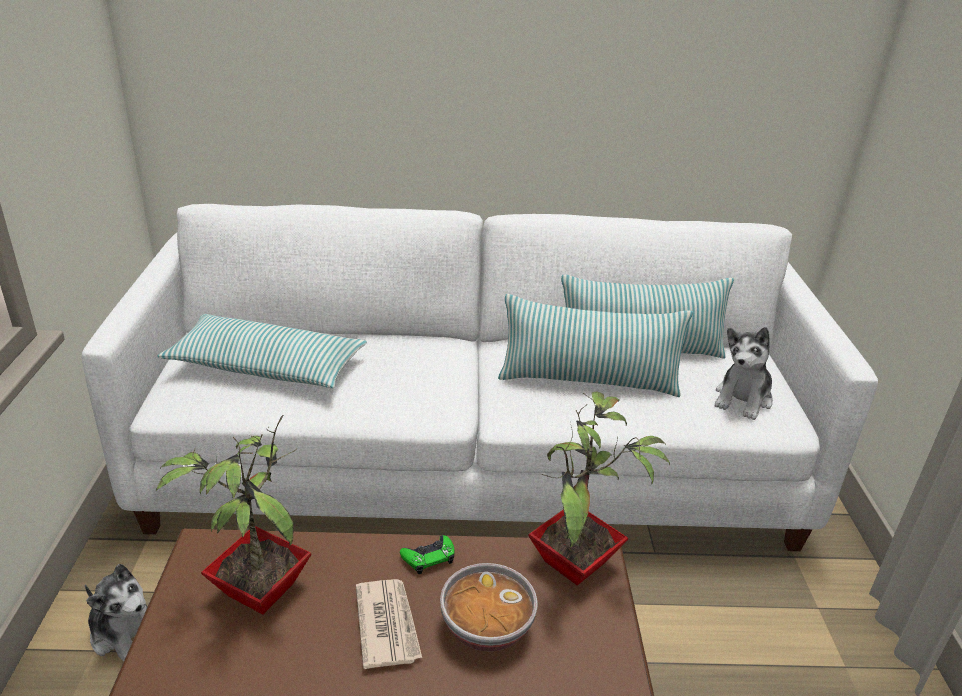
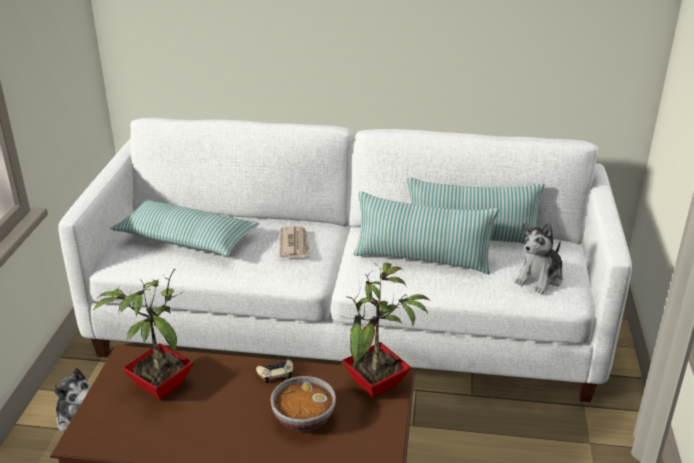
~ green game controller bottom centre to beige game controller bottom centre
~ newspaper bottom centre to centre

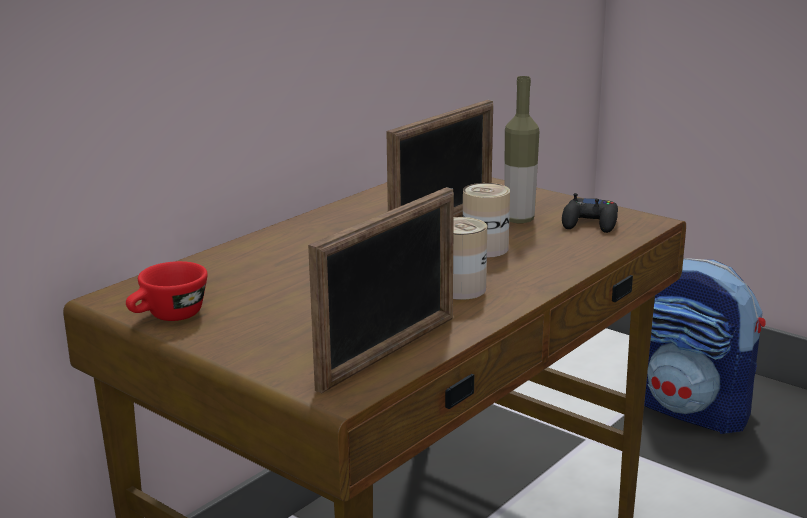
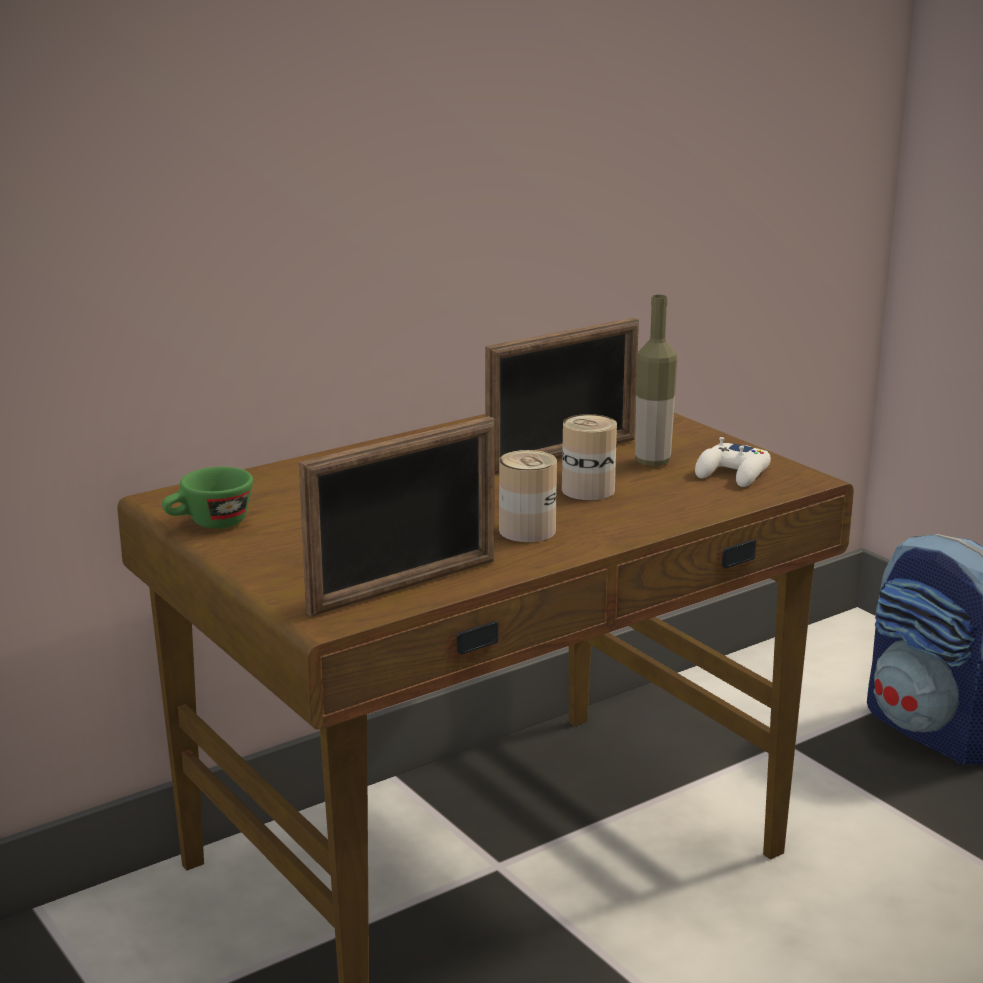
~ black game controller middle right to white game controller middle right
~ red cup middle left to green cup middle left

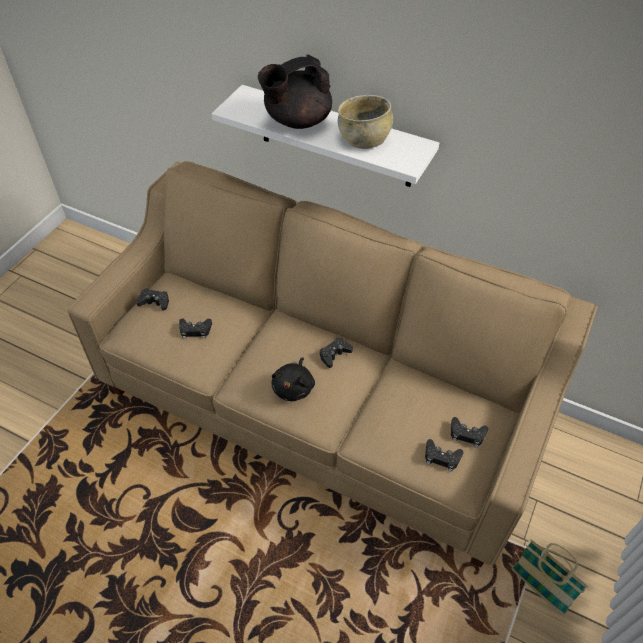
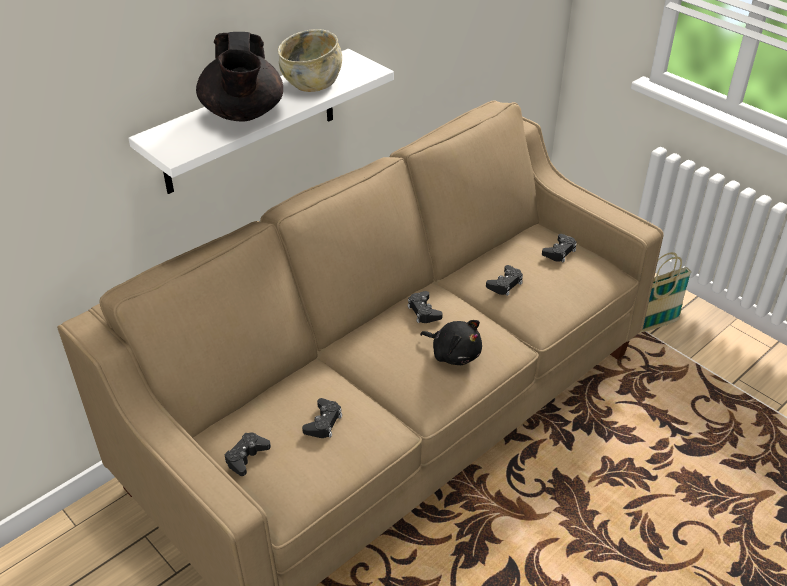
~ black game controller (4th from left) bottom right to centre

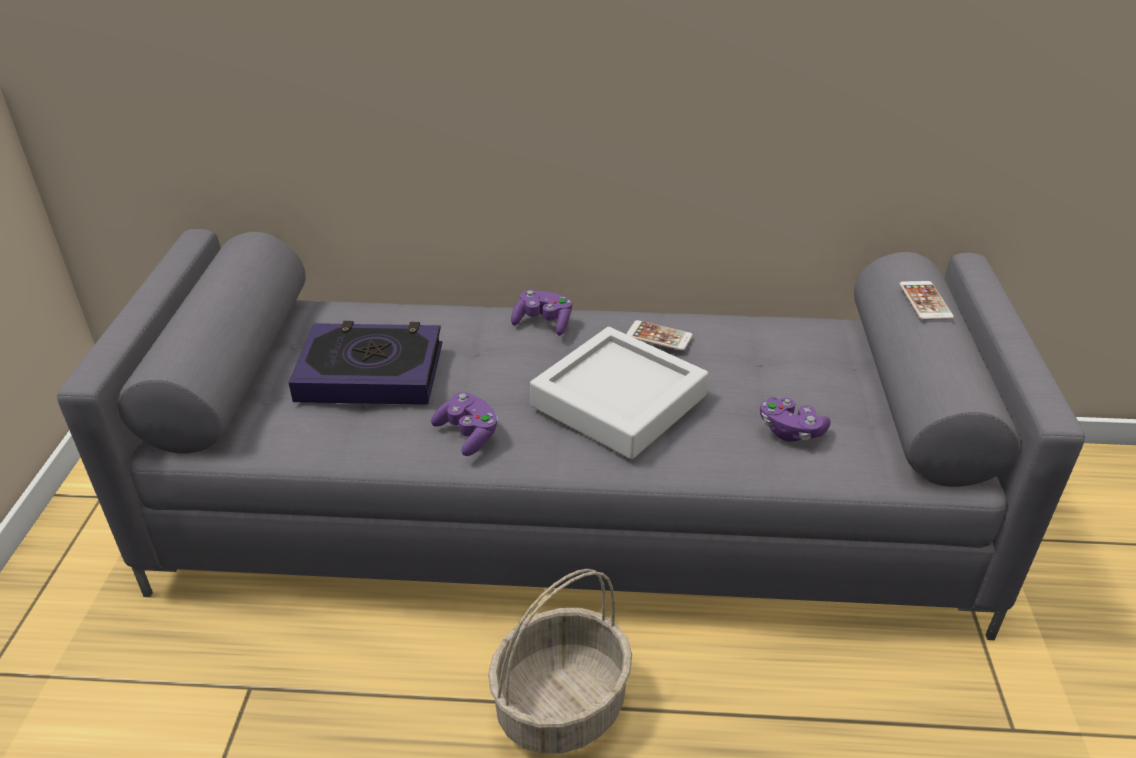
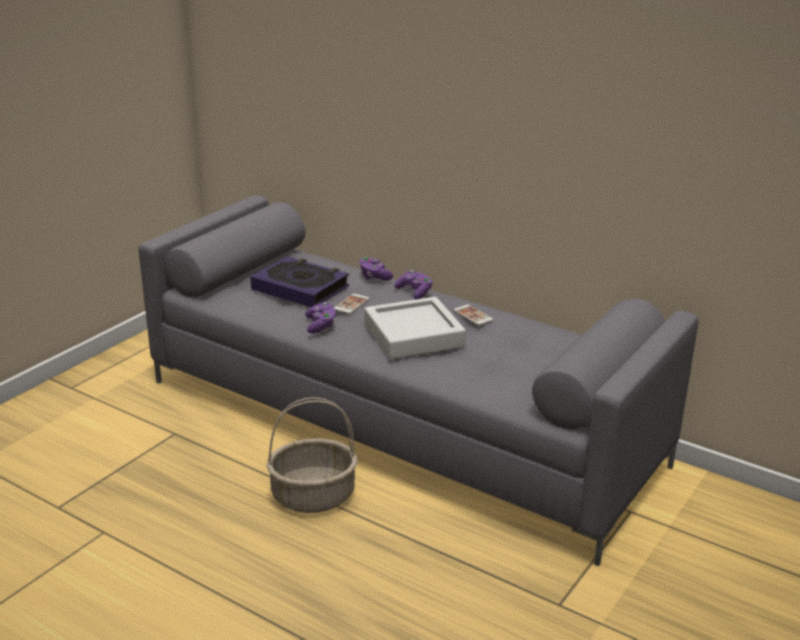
~ phone (2nd from left in the first image) middle right to phone (1st from left) centre
~ purple game controller (3rd from left in the first image) middle right to purple game controller (2nd from left) centre

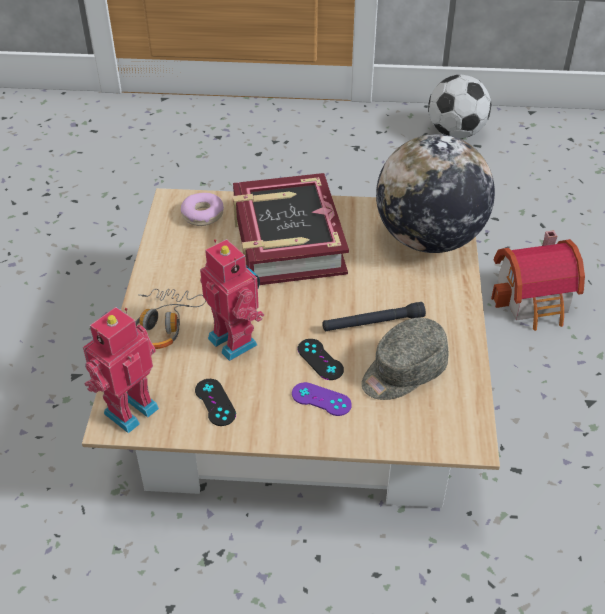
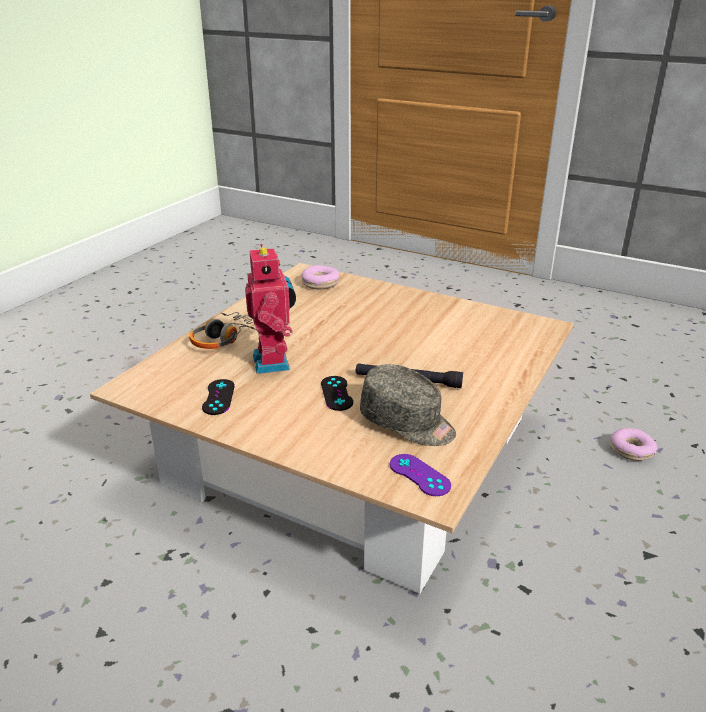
- football top right
- globe top right
- book centre
~ toy house middle right to donut (2nd from left) middle right
- toy robot (1st from left) middle left
~ grey cap middle right = centre 135 degrees counterclockwise
~ purple game controller centre to bottom centre

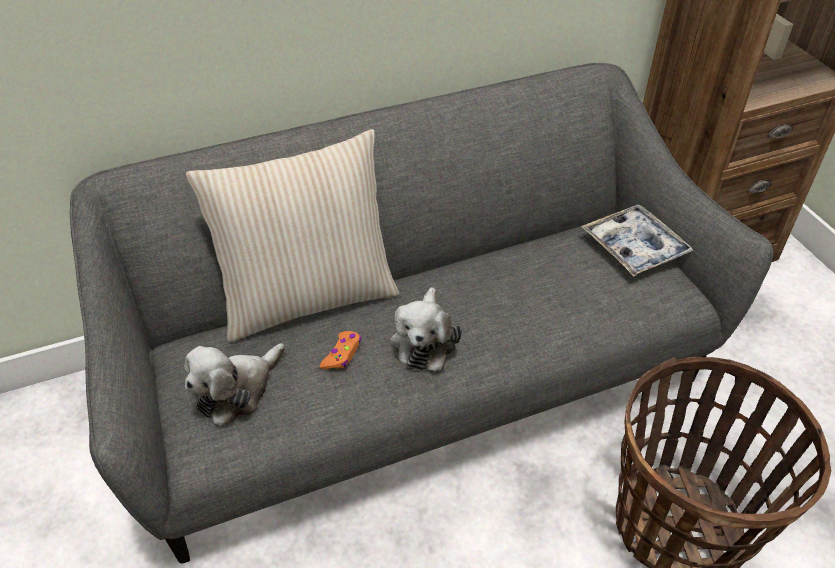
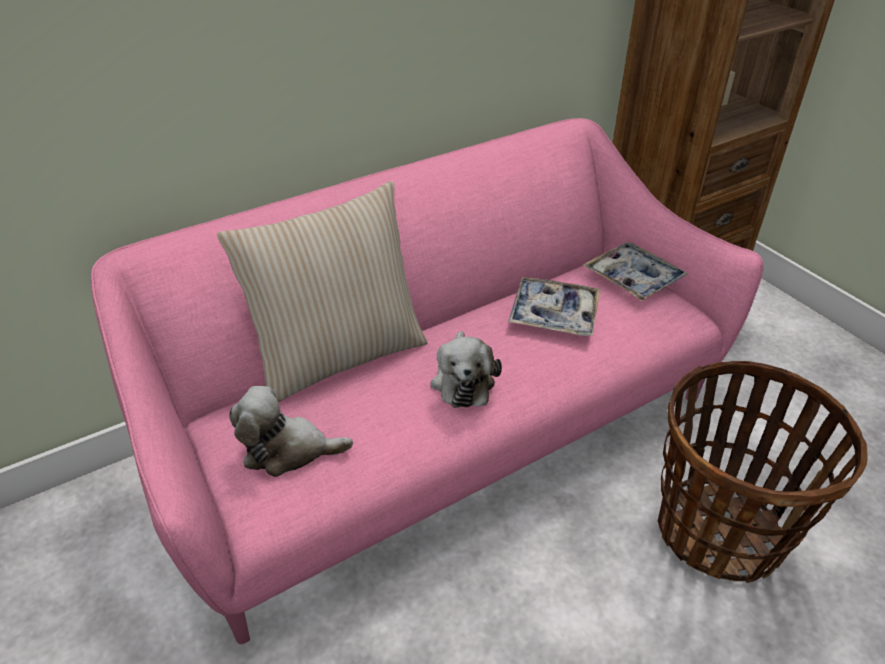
~ grey sofa centre to pink sofa centre
- orange game controller centre
~ plush toy (1st from left) bottom left = middle left 60 degrees clockwise
+ tray (1st from left) centre

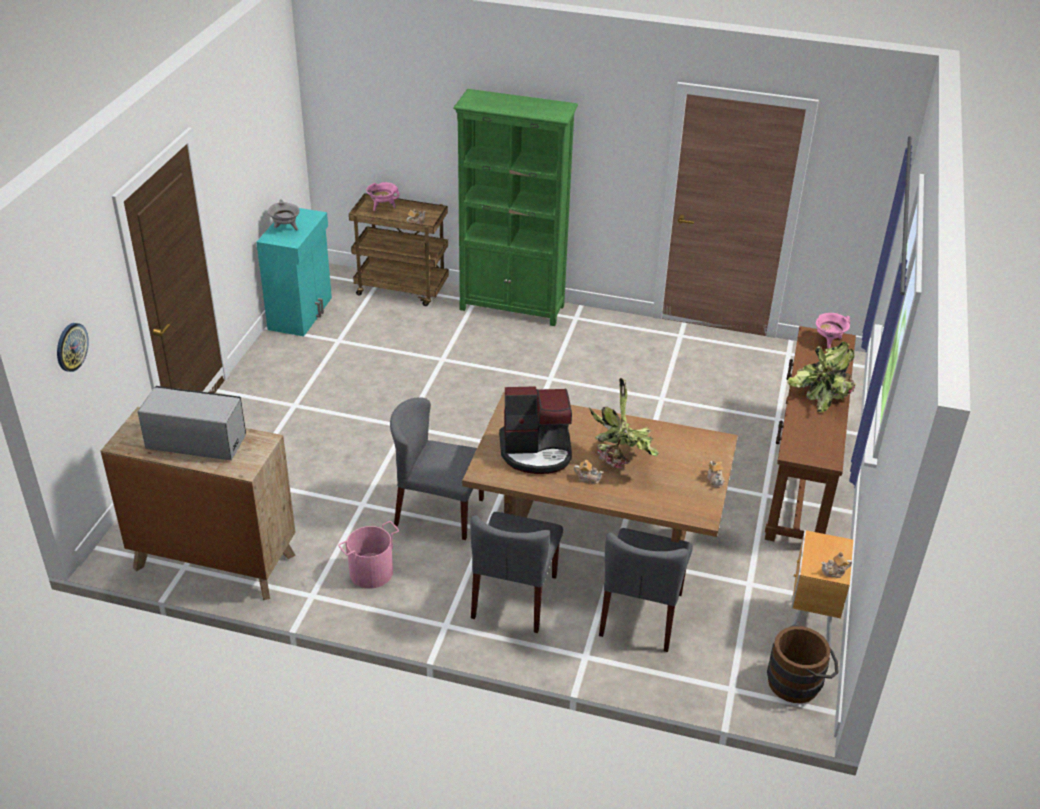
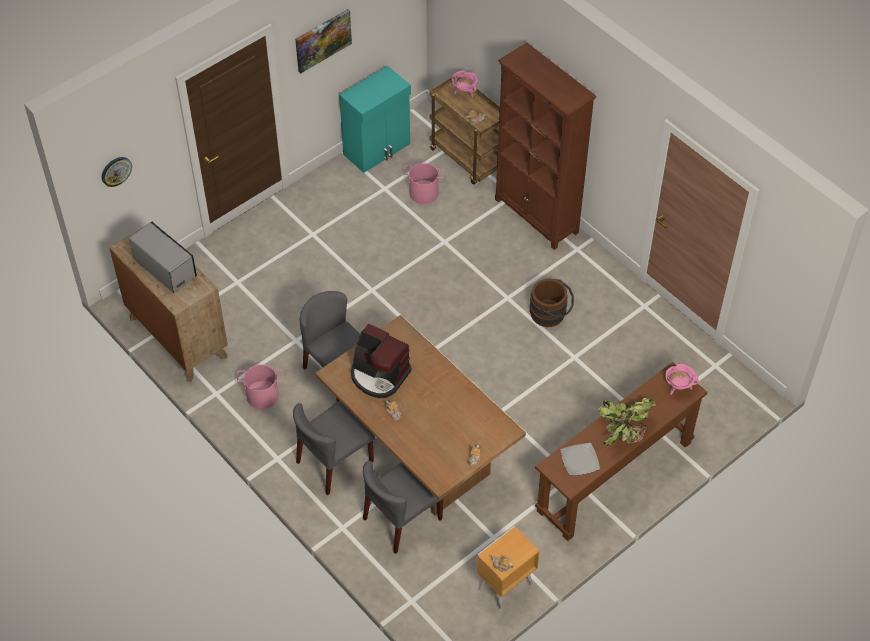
~ green bookcase top centre to brown bookcase top centre
- grey cooking pot top left
- potted plant (1st from left) centre
~ brown bucket bottom right to centre
+ picture top centre
+ pink bucket (2nd from left) top centre
+ plate bottom right

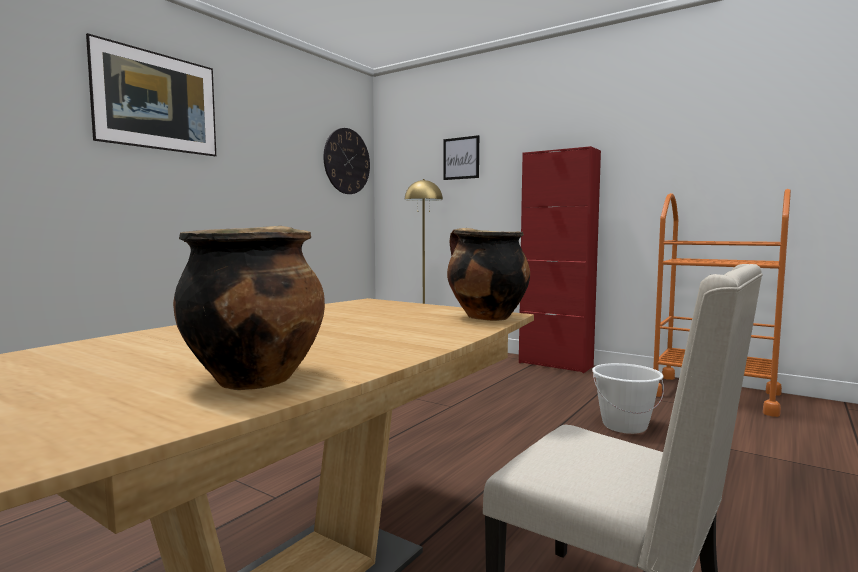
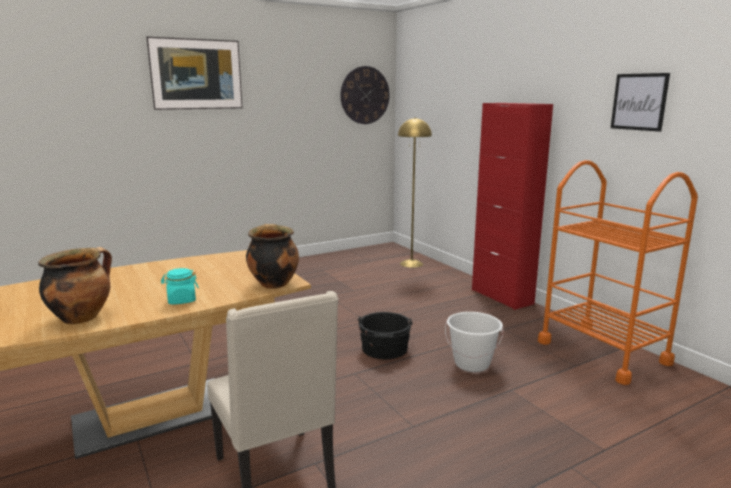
~ picture (2nd from left) top centre to top right
+ turquoise jar middle left
+ black bucket bottom centre

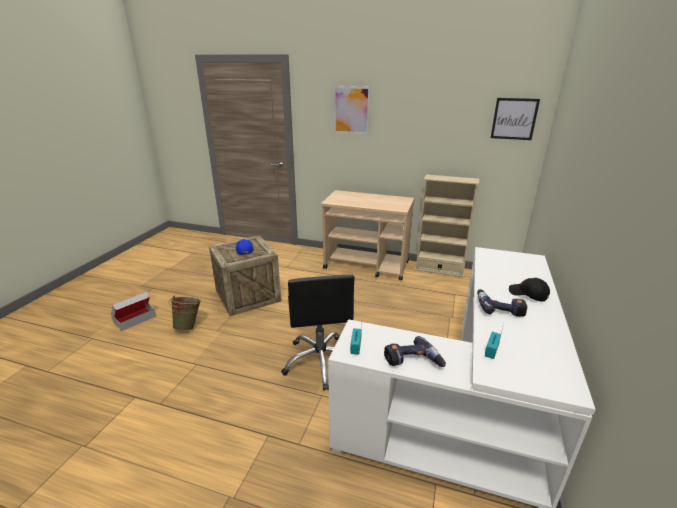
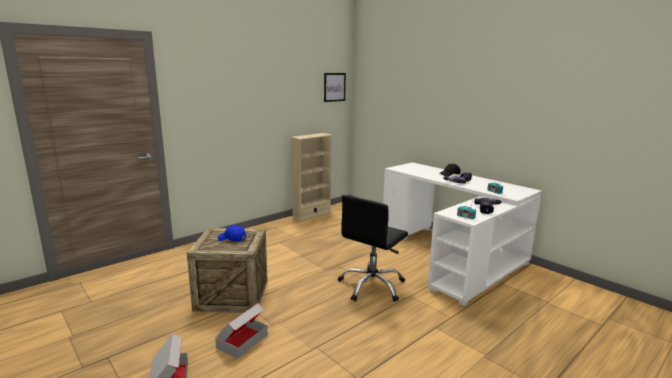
- picture (1st from left) top centre
- beige cart centre
~ black office chair centre = centre 105 degrees clockwise
~ green bucket middle left to cardboard box (2nd from left) bottom centre

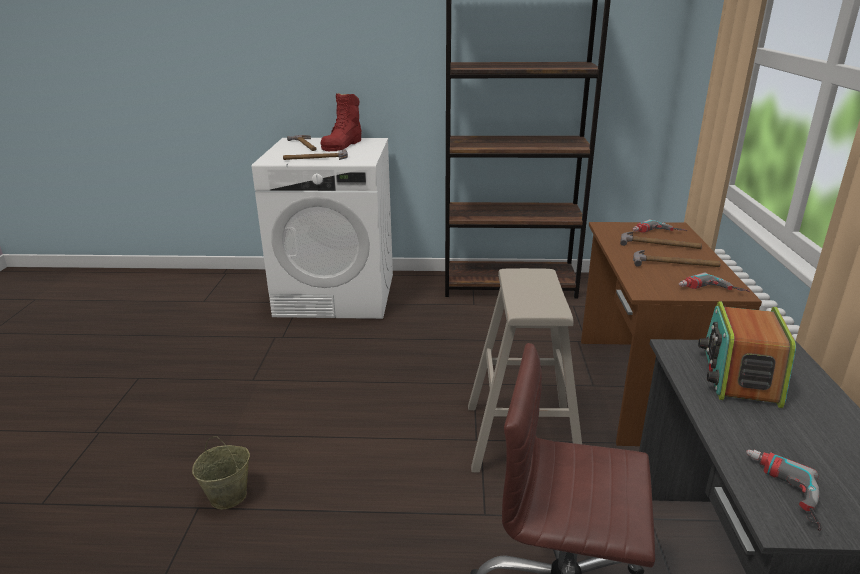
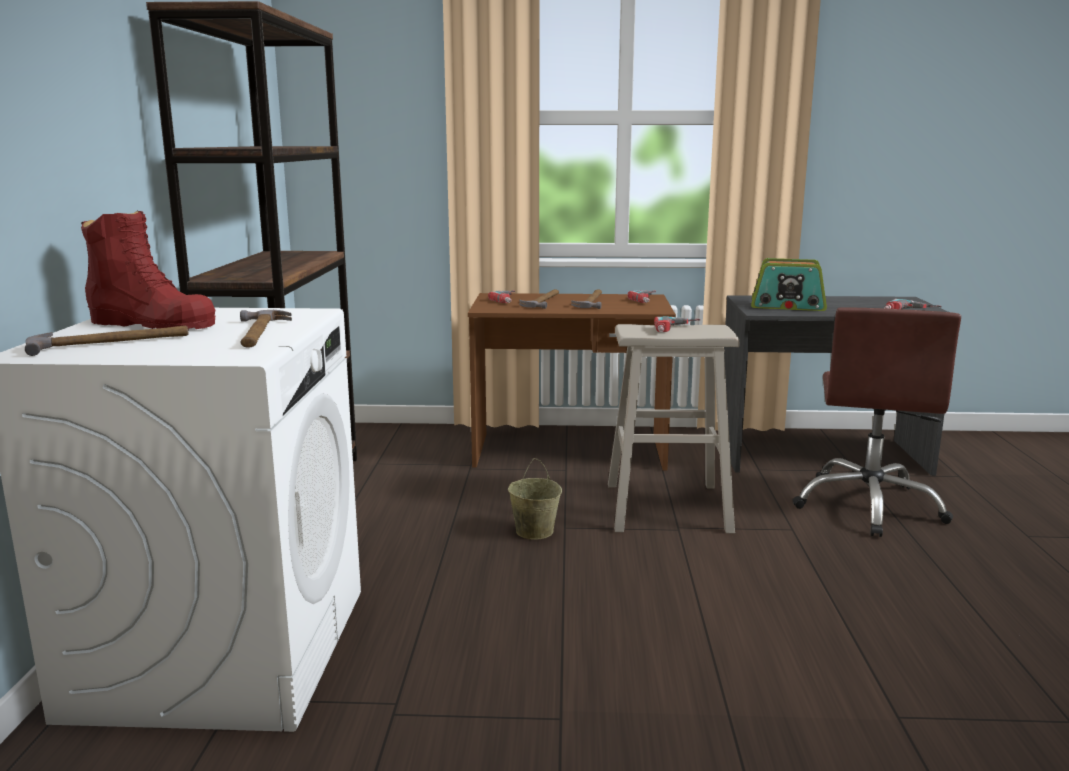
~ beige bucket bottom left to centre
+ power drill (3rd from left) centre

